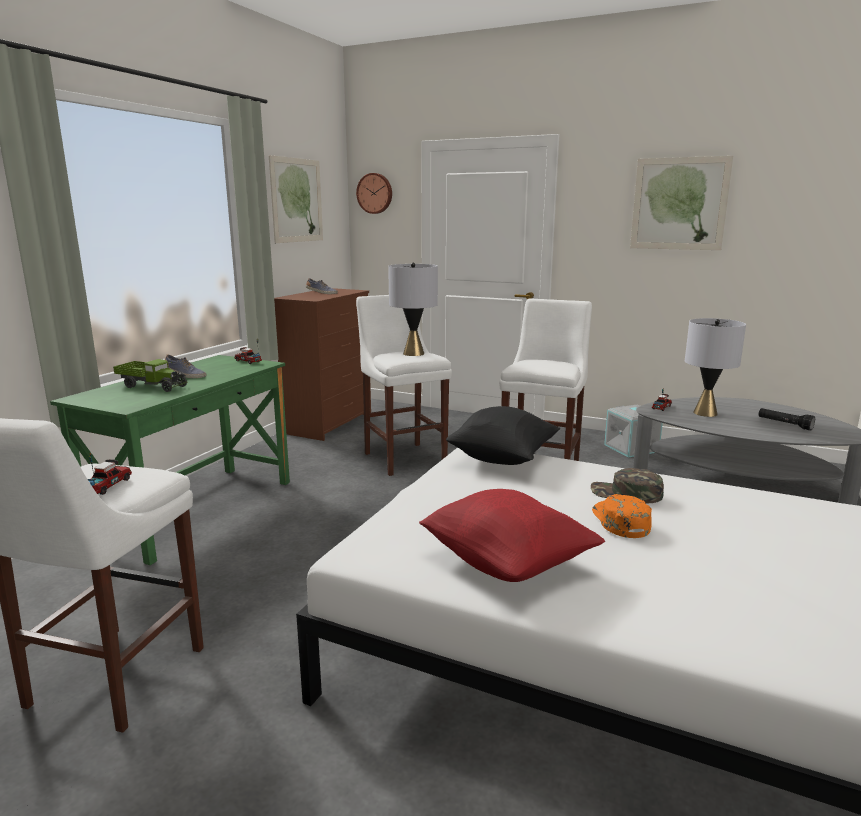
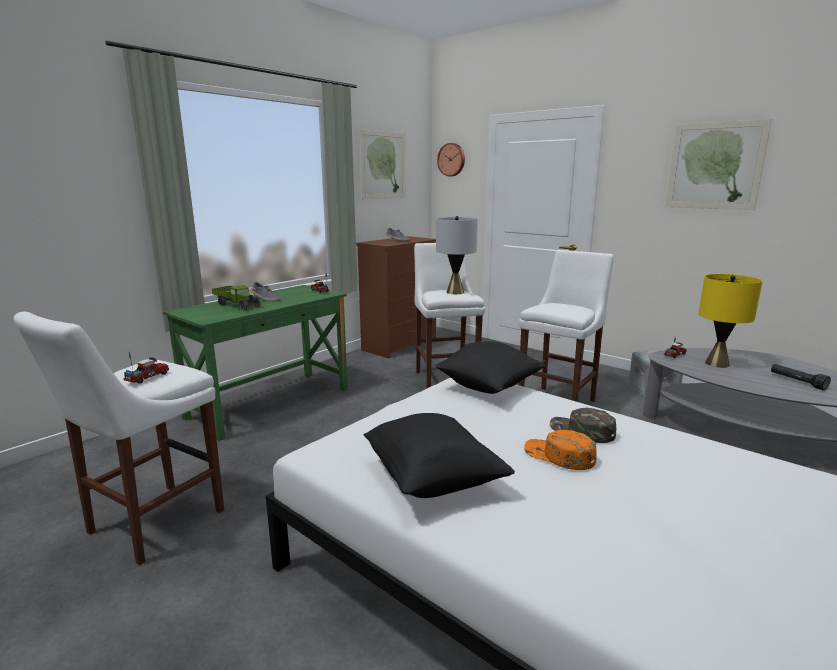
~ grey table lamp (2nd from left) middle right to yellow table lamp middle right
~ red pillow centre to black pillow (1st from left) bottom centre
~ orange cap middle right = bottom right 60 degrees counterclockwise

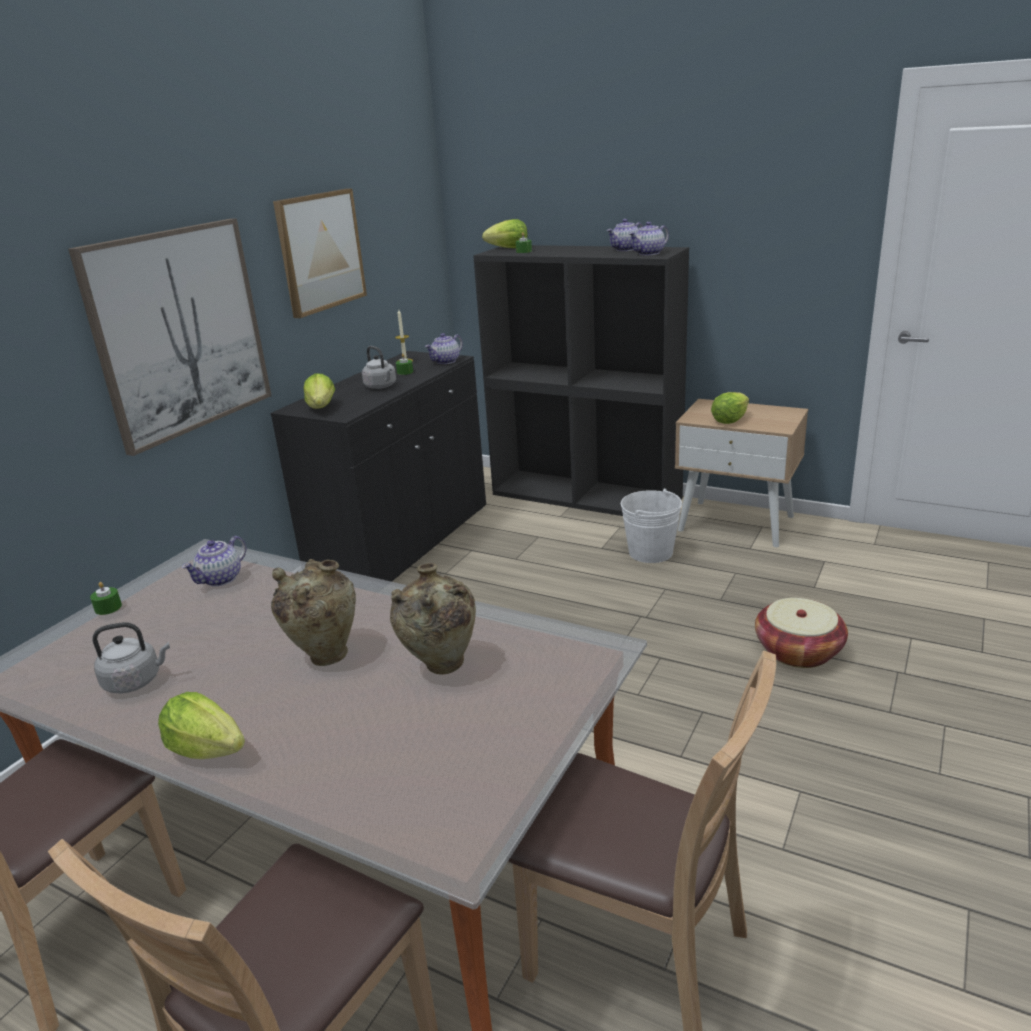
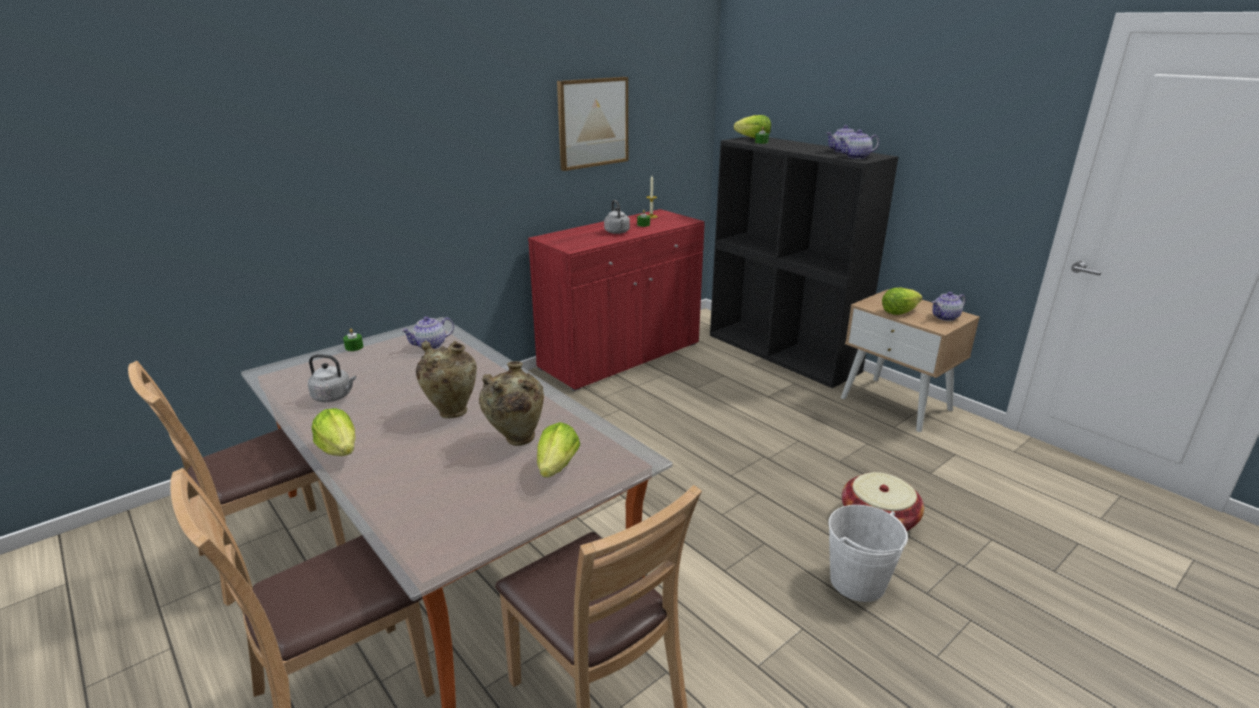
- picture (1st from left) top left
~ teapot (2nd from left in the first image) centre to teapot (4th from left) middle right
~ black cabinet centre to red cabinet centre
~ lettuce (2nd from left) middle left to centre
~ white bucket centre to bottom right

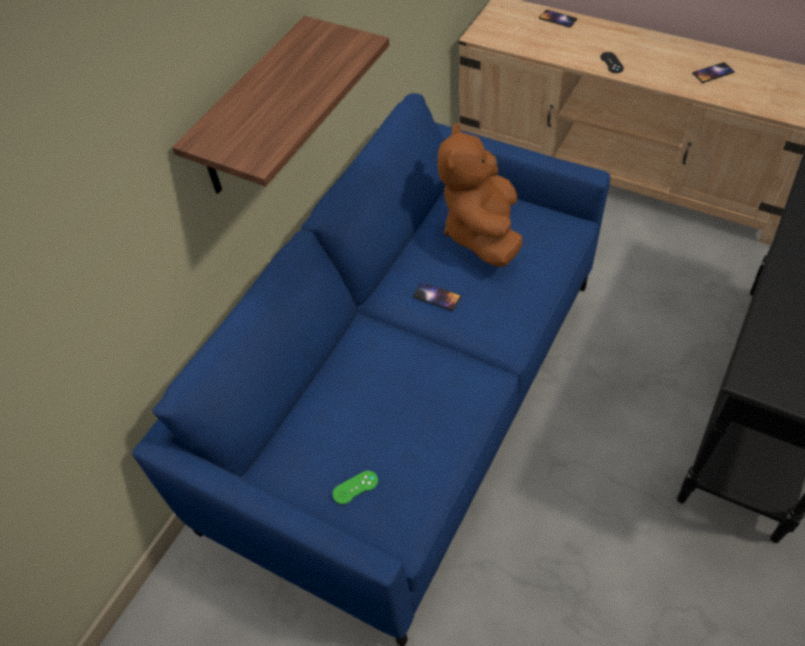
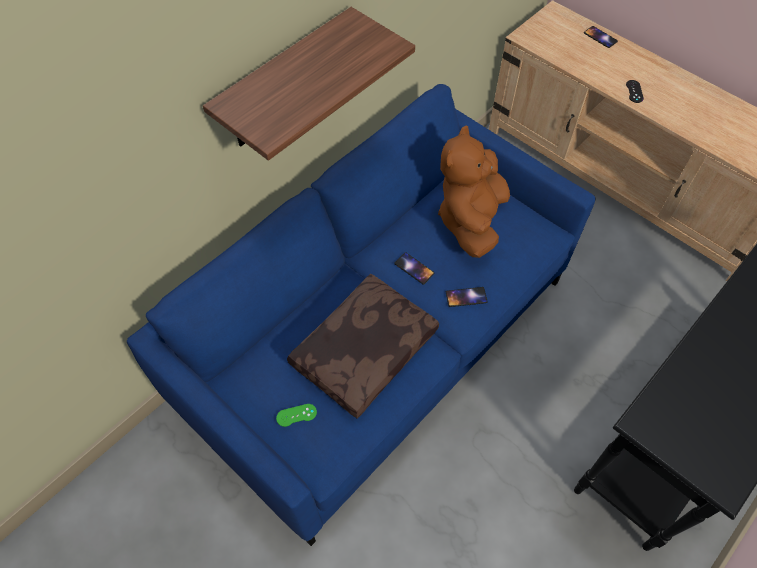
~ phone (3rd from left in the first image) top right to phone (2nd from left) centre
+ brown pillow centre

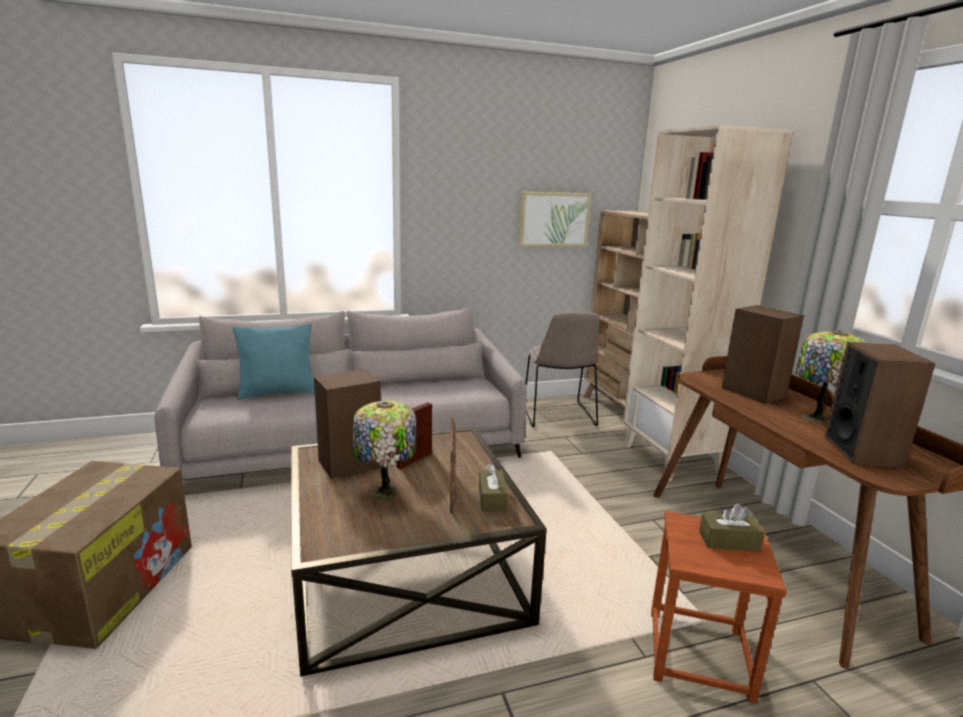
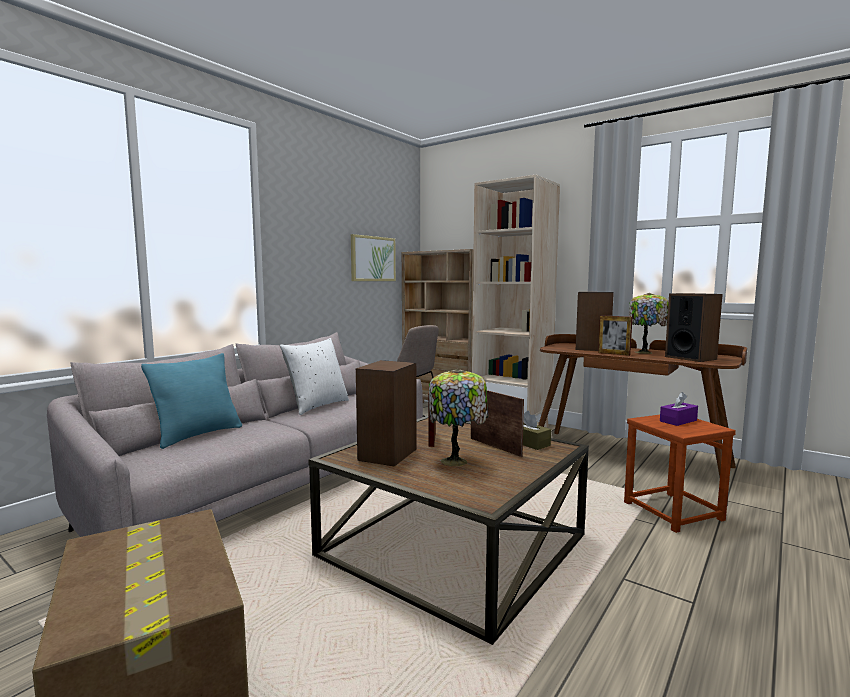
~ brown tissue box (2nd from left) bottom right to purple tissue box middle right
+ picture frame (3rd from left) middle right
+ white pillow centre

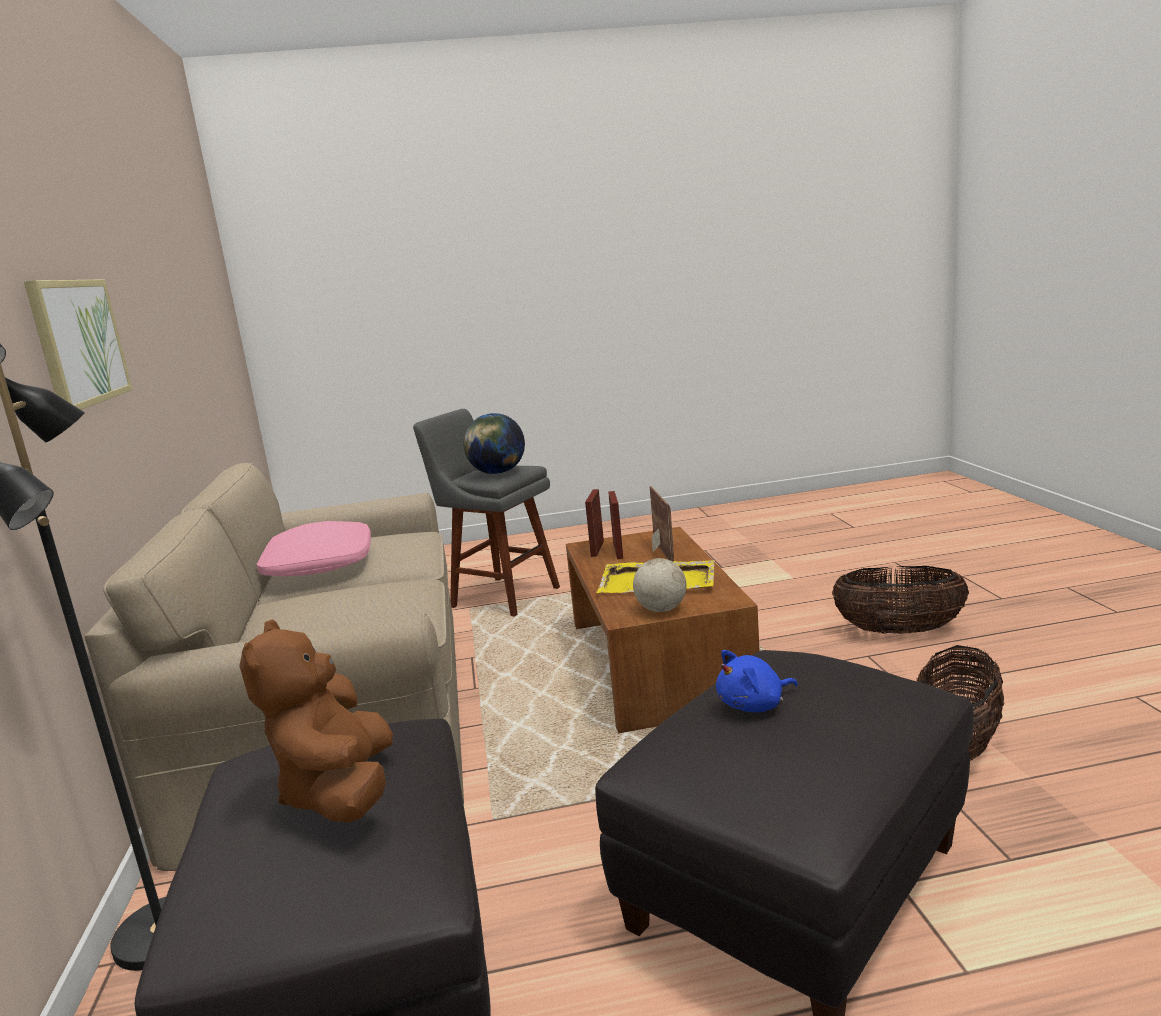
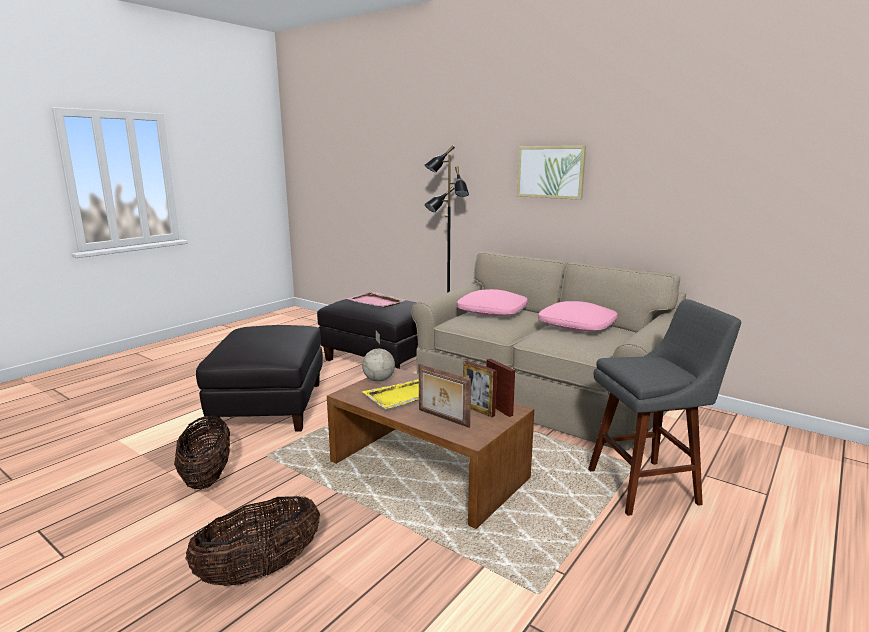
- globe (1st from left) centre
~ brown plush toy bottom left to pink tray centre
- blue plush toy bottom centre
+ pink pillow (1st from left) centre

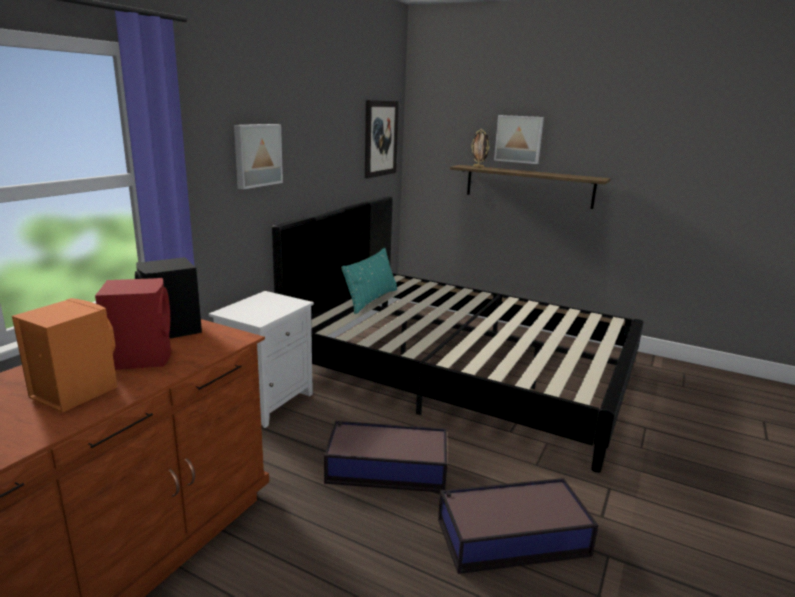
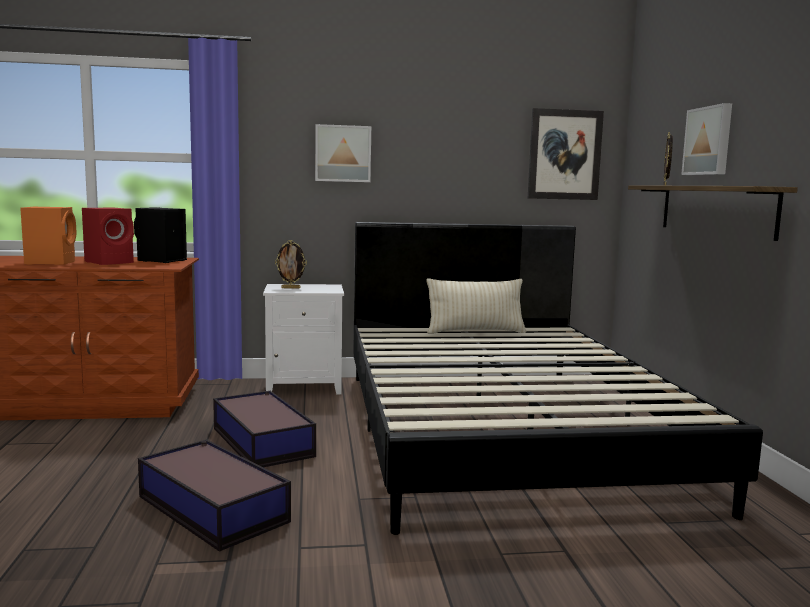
~ turquoise pillow centre to beige pillow centre
+ picture frame (1st from left) centre

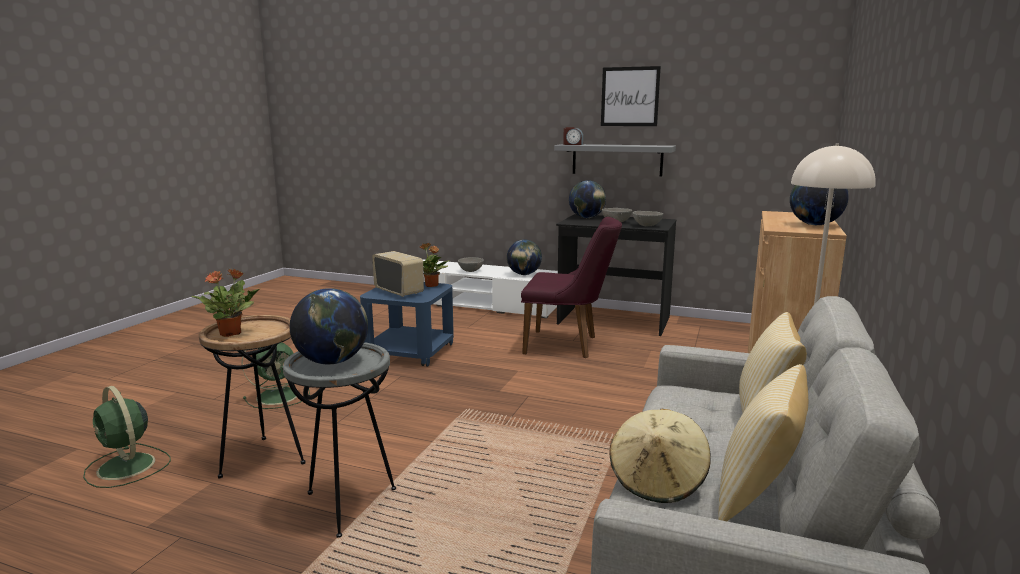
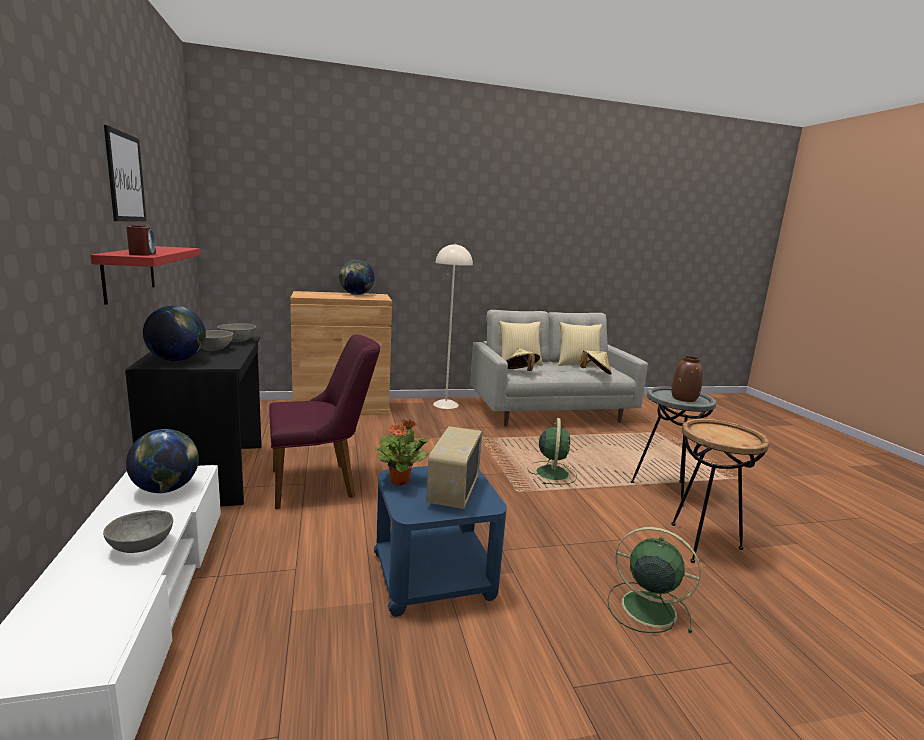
~ grey shelf top centre to red shelf middle left
~ purple chair centre = centre 90 degrees clockwise
- potted plant (1st from left) middle left
~ globe (1st from left) middle left to brown vase middle right
~ green fan (1st from left) bottom left to centre
+ beige hat (1st from left) centre

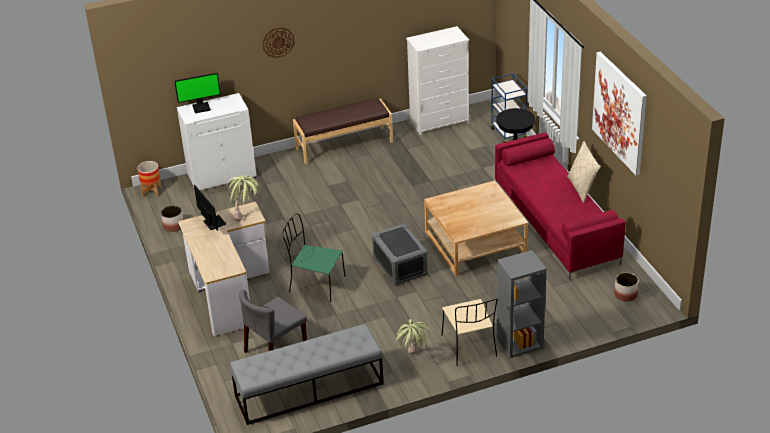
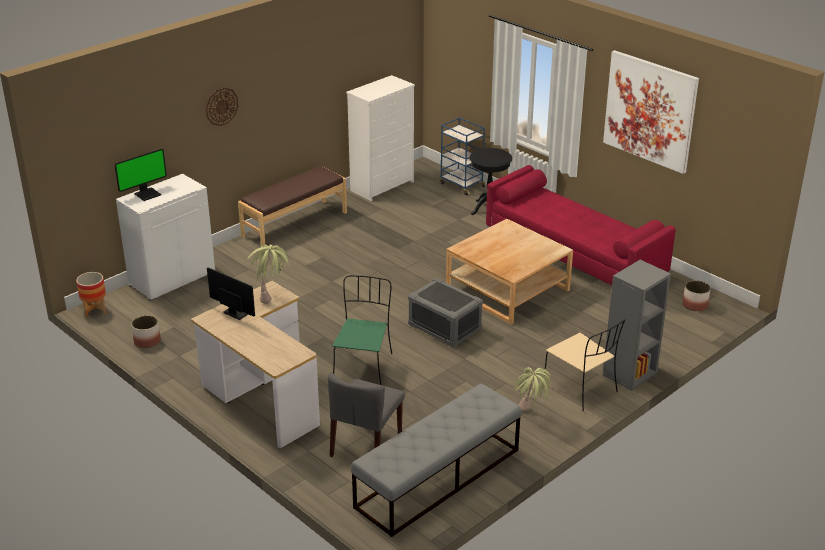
- beige pillow middle right
~ green chair centre = centre 105 degrees clockwise

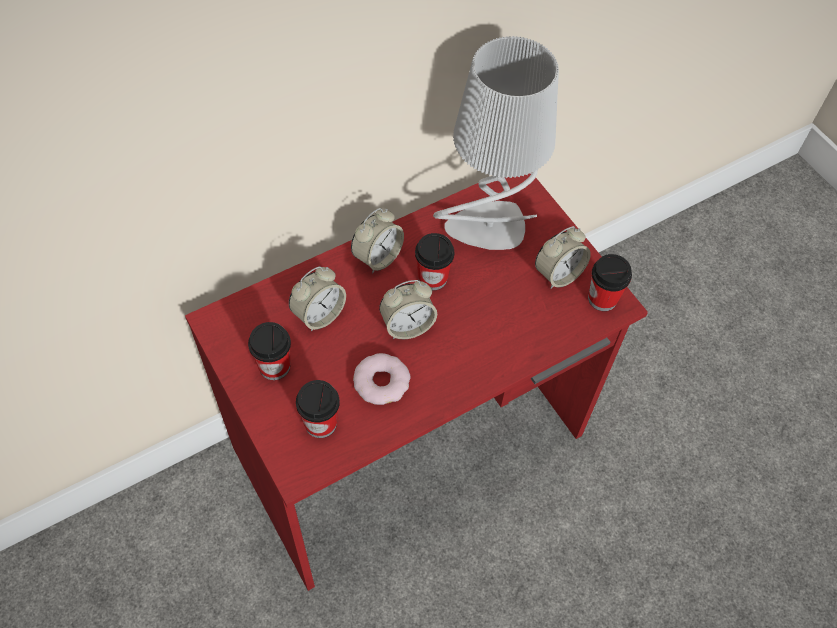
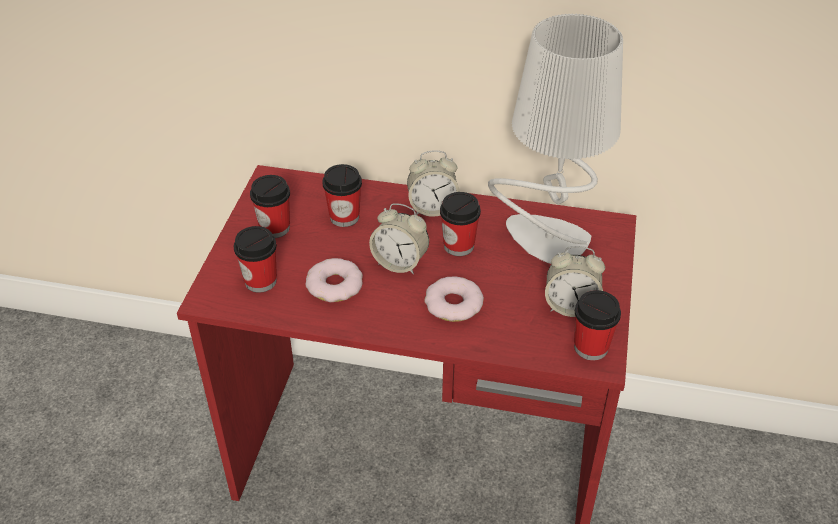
~ alarm clock (1st from left) centre to cup (3rd from left) centre
+ donut (2nd from left) centre

